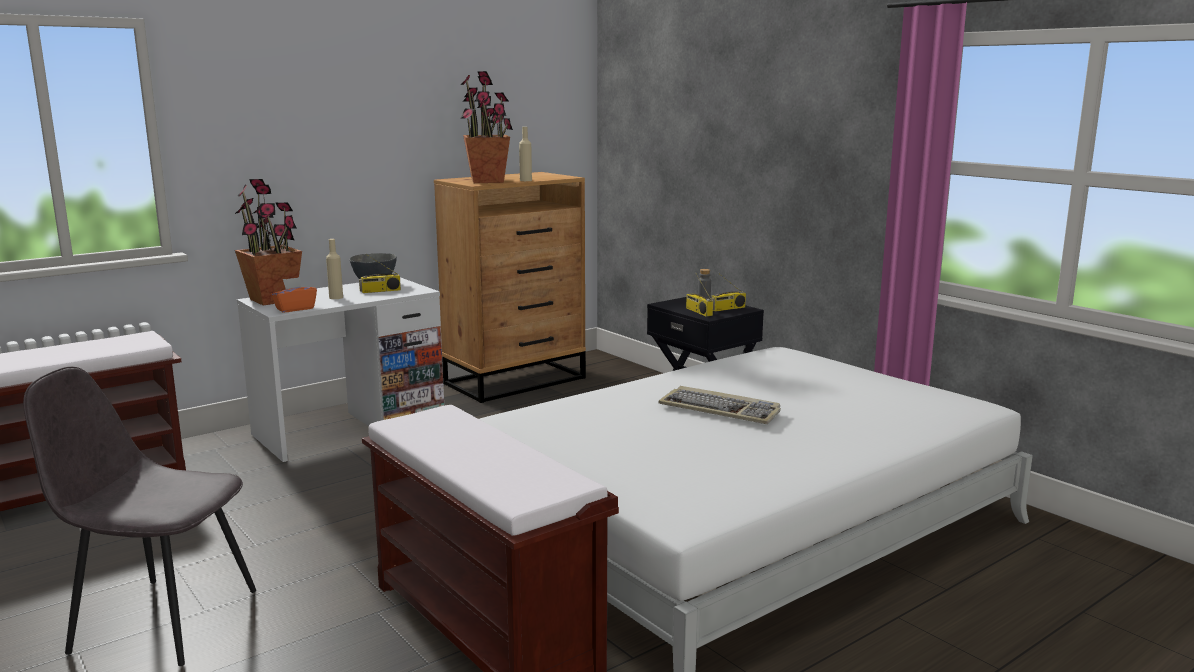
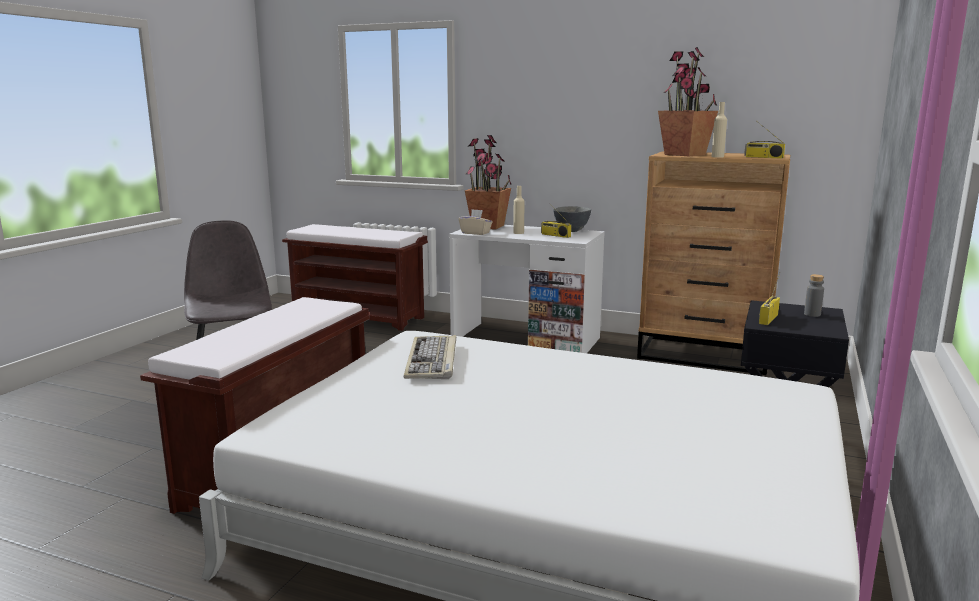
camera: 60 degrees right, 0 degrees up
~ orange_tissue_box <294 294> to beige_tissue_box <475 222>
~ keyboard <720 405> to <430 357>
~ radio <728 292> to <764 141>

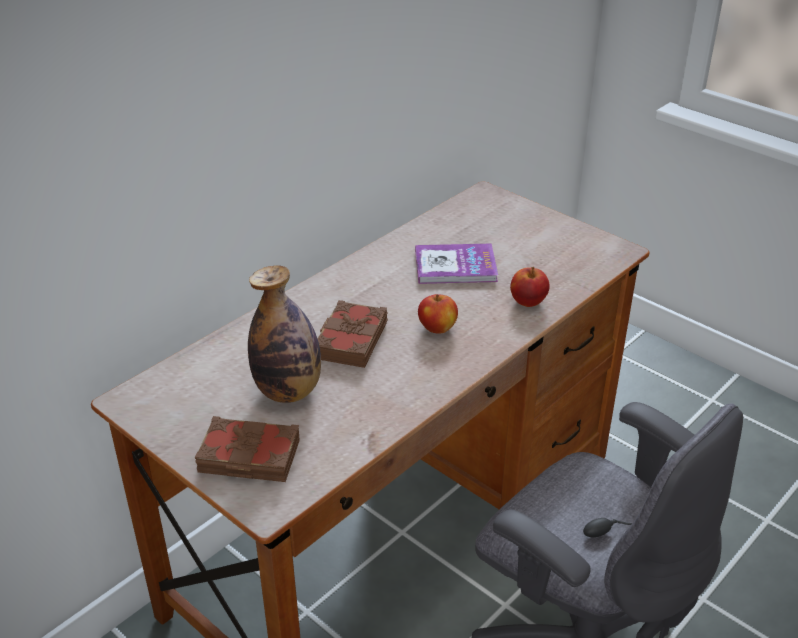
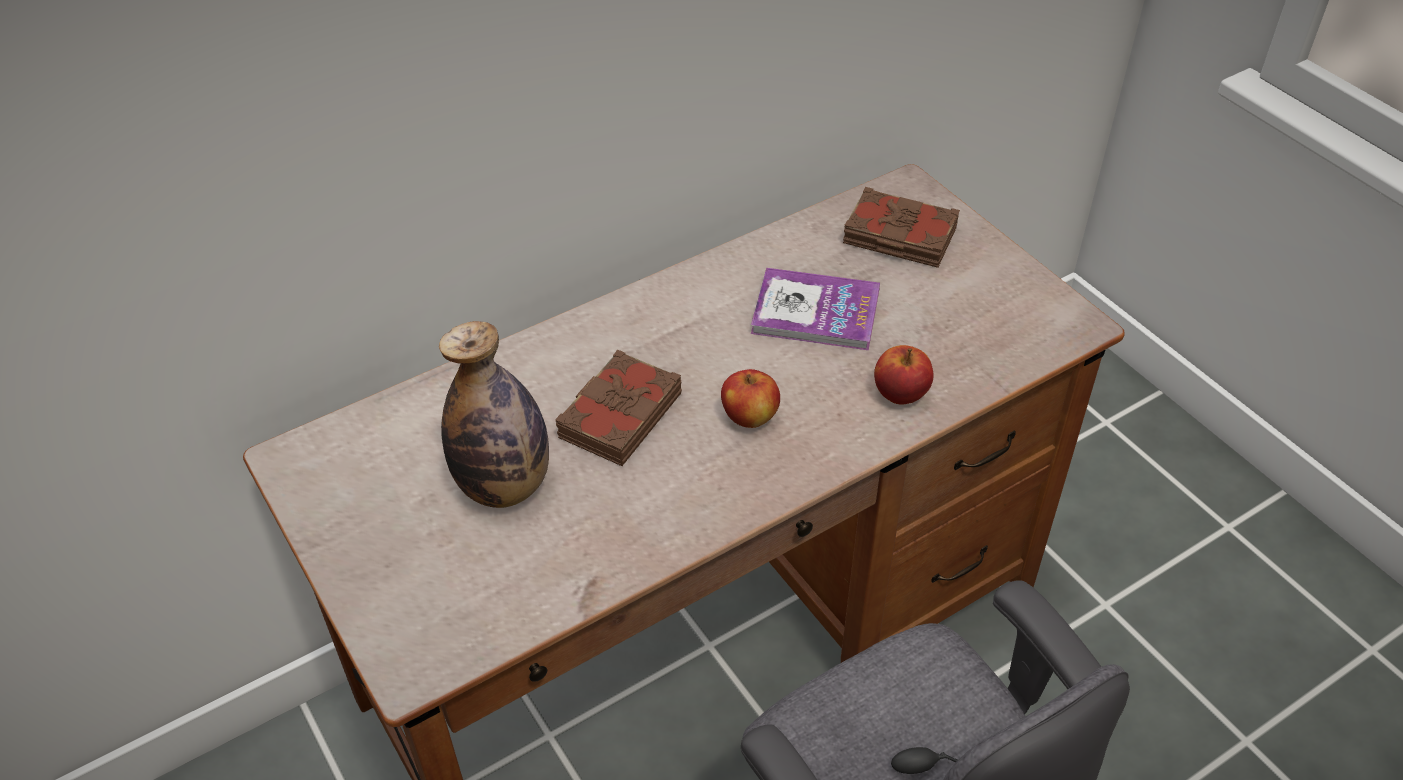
camera: 15 degrees right, 10 degrees up
~ brown_book <247 449> to <901 227>

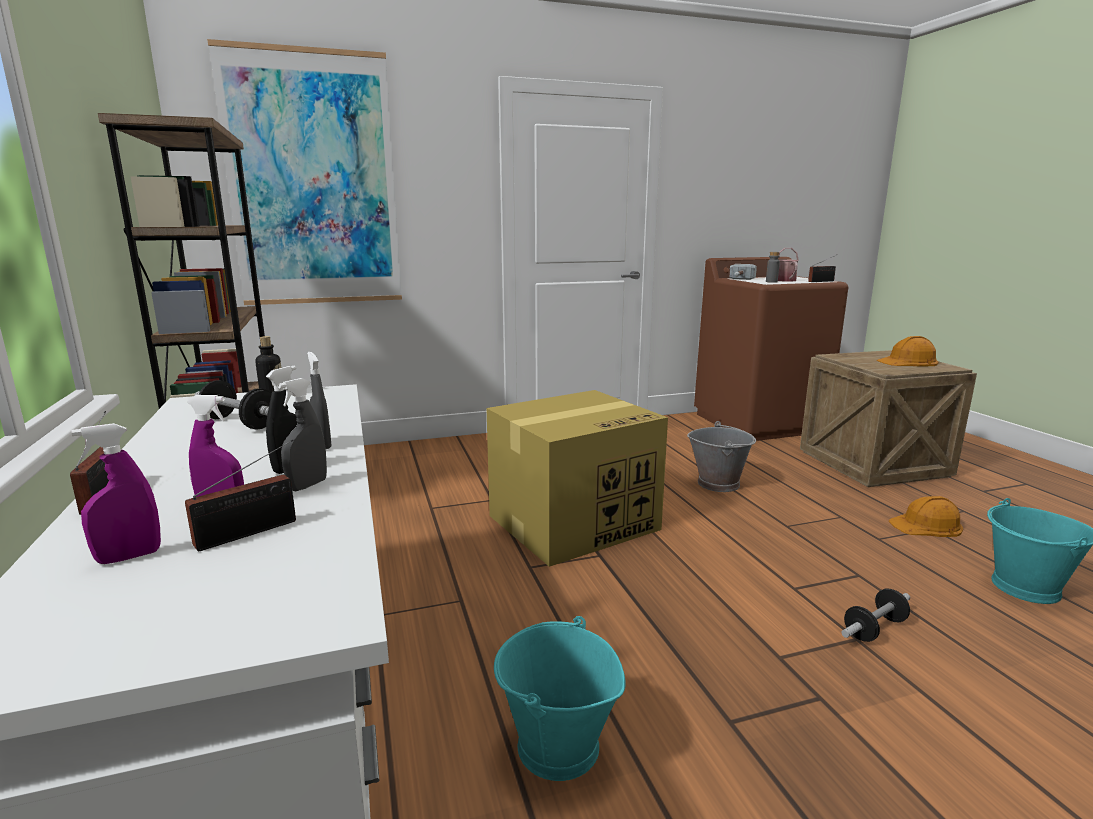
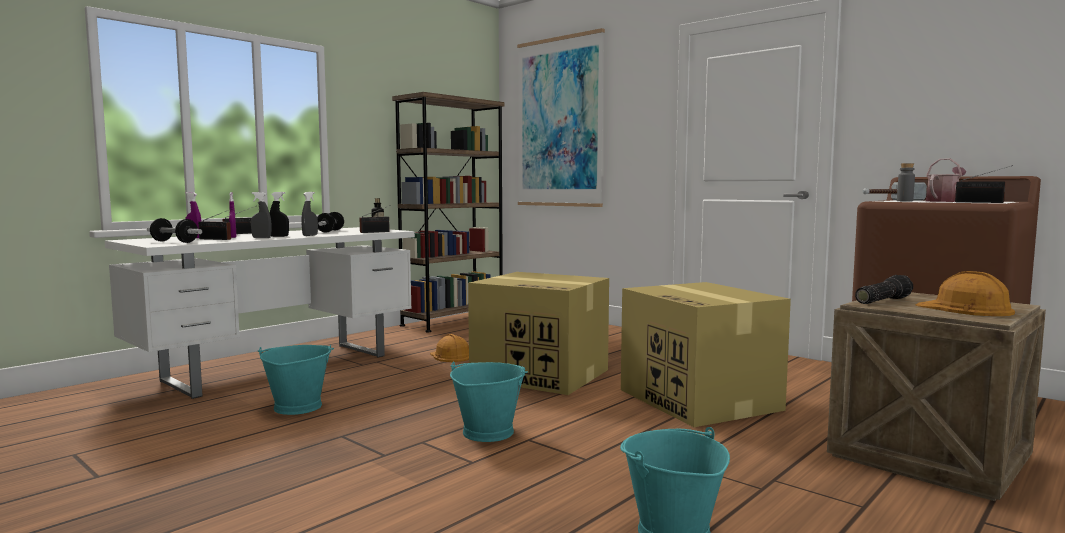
camera: 60 degrees right, 10 degrees down
~ grey_bucket <721 456> to cardboard_box <706 354>
~ dumbbell <875 615> to <174 230>
~ orange_hard_hat <925 516> to <449 348>
+ radio <375 219>
+ turquoise_bucket <489 402>
+ flashlight <884 289>

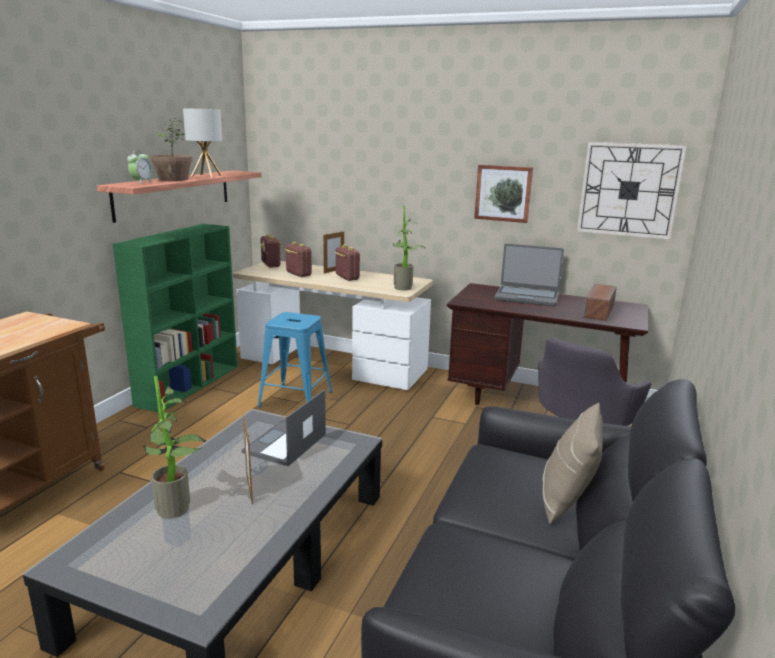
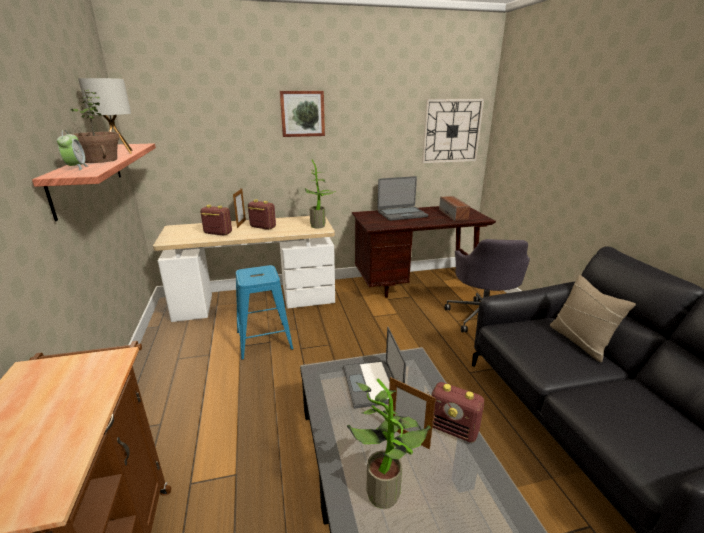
camera: 35 degrees left, 5 degrees up
- green_bookcase <175 318>
~ radio <271 251> to <458 412>
~ picture <503 194> to <302 114>

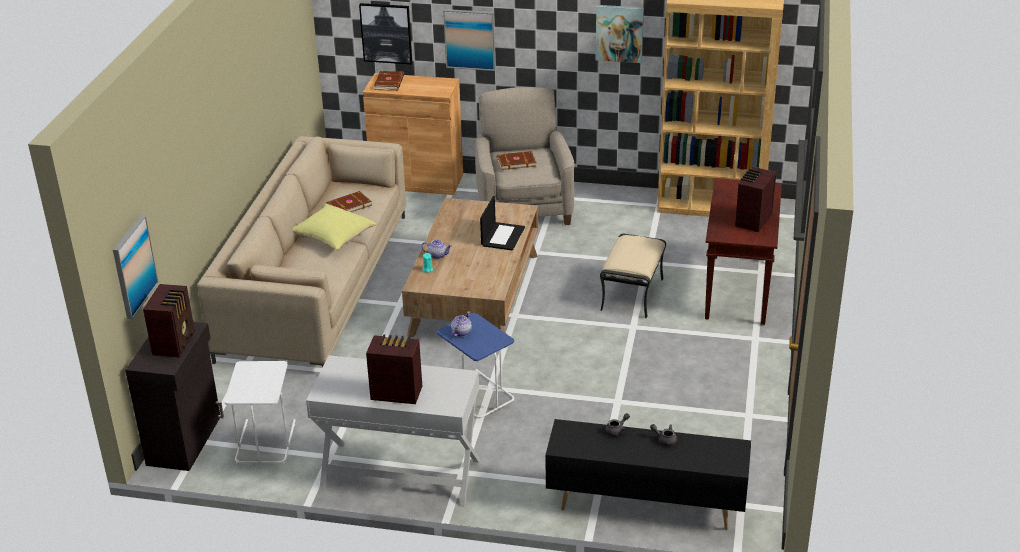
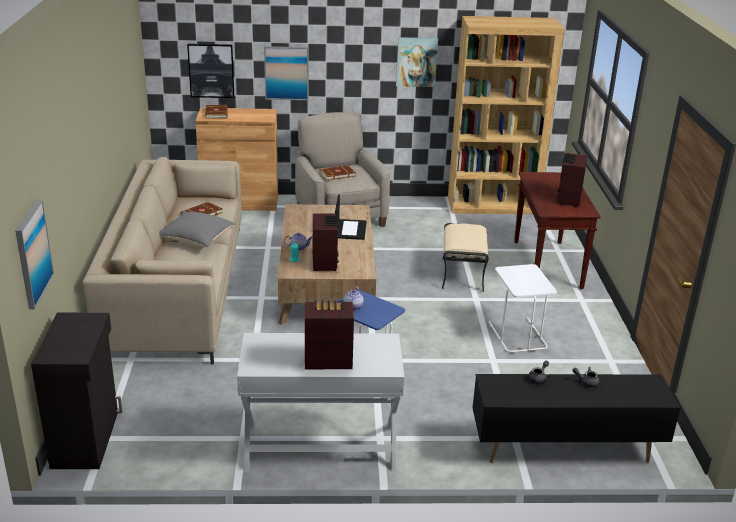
camera: 15 degrees left, 5 degrees down
~ radio <169 321> to <326 242>
~ white_side_table <259 412> to <522 308>
~ yellow_pillow <334 227> to grey_pillow <197 229>

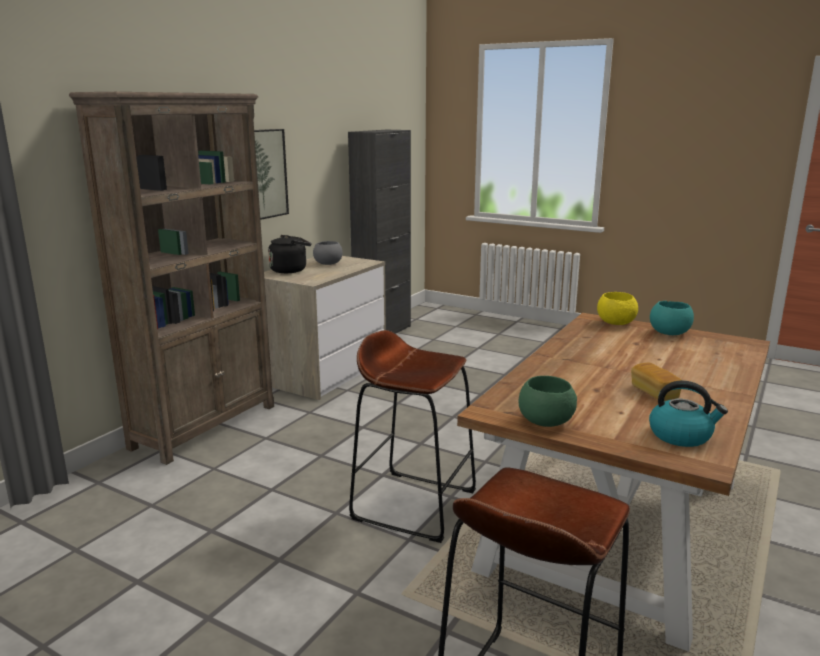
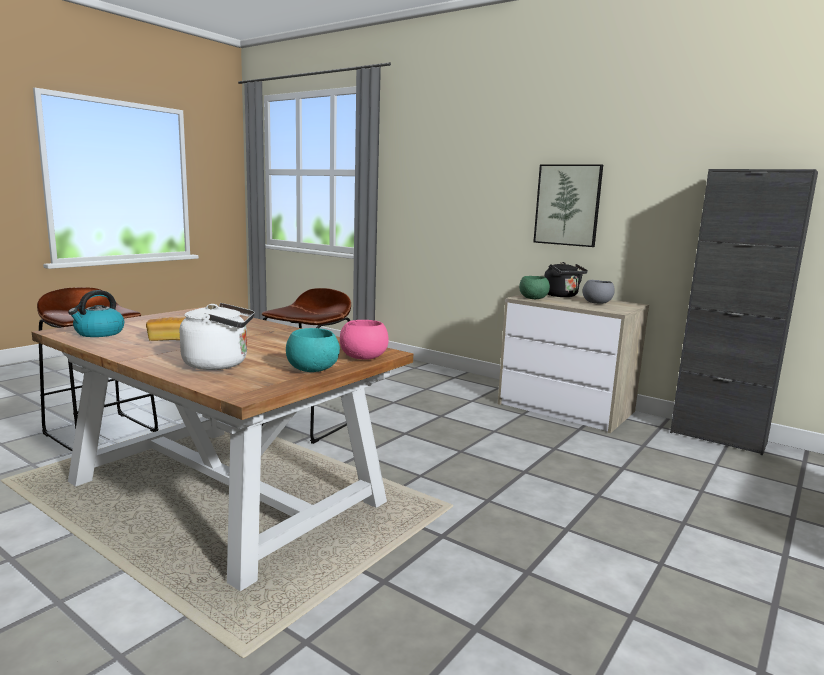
camera: 95 degrees right, 5 degrees down
- brown_bookcase <171 278>
~ green_bowl <548 401> to <534 287>
~ yellow_bowl <617 308> to pink_bowl <364 340>
+ white_kettle <217 336>

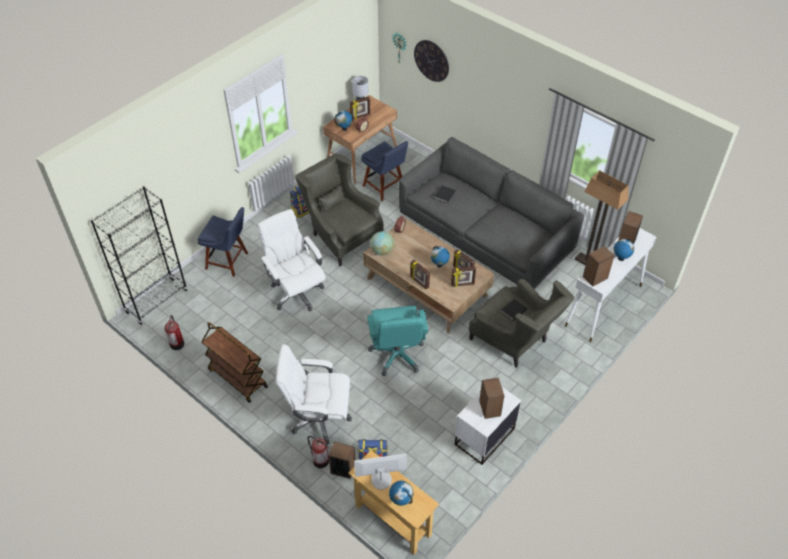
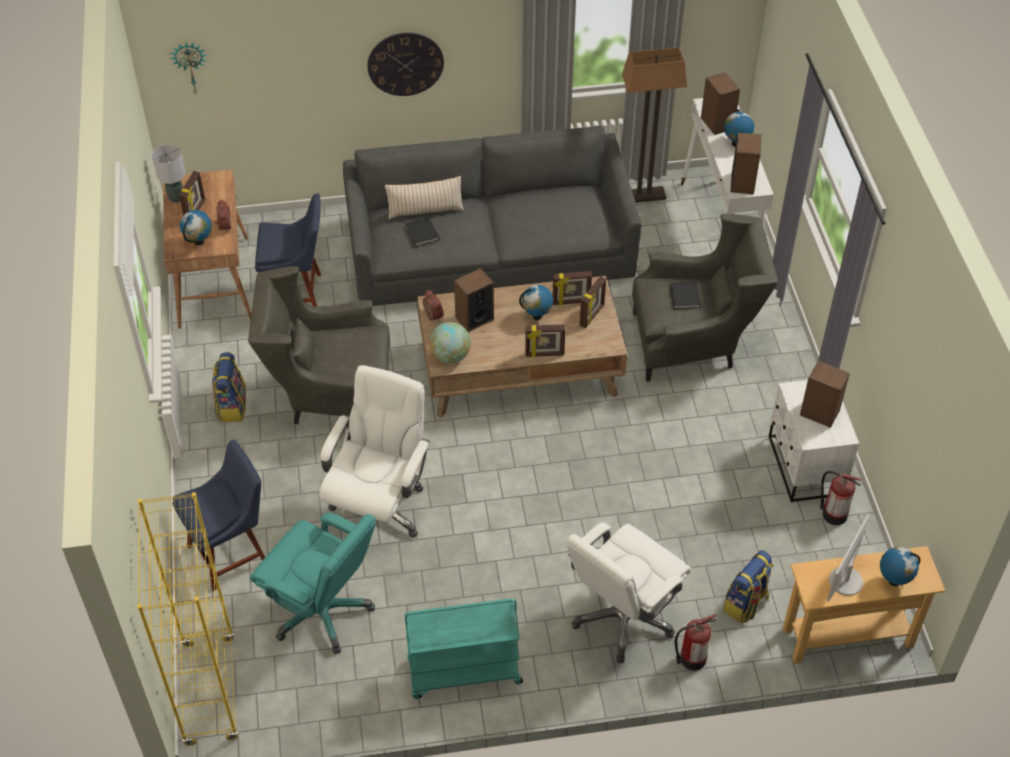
camera: 50 degrees left, 0 degrees up
~ black_bookcase <139 255> to yellow_bookcase <188 619>
~ fire_extinguisher <174 332> to <840 498>
~ brown_cart <234 362> to turquoise_cart <463 648>
~ white_office_chair <292 260> = <375 451> 105 degrees clockwise
~ speaker <342 460> to <474 300>
~ turquoise_office_chair <398 341> to <313 583>
~ wall_clock <431 61> to <405 64>
+ beige_pillow <424 197>

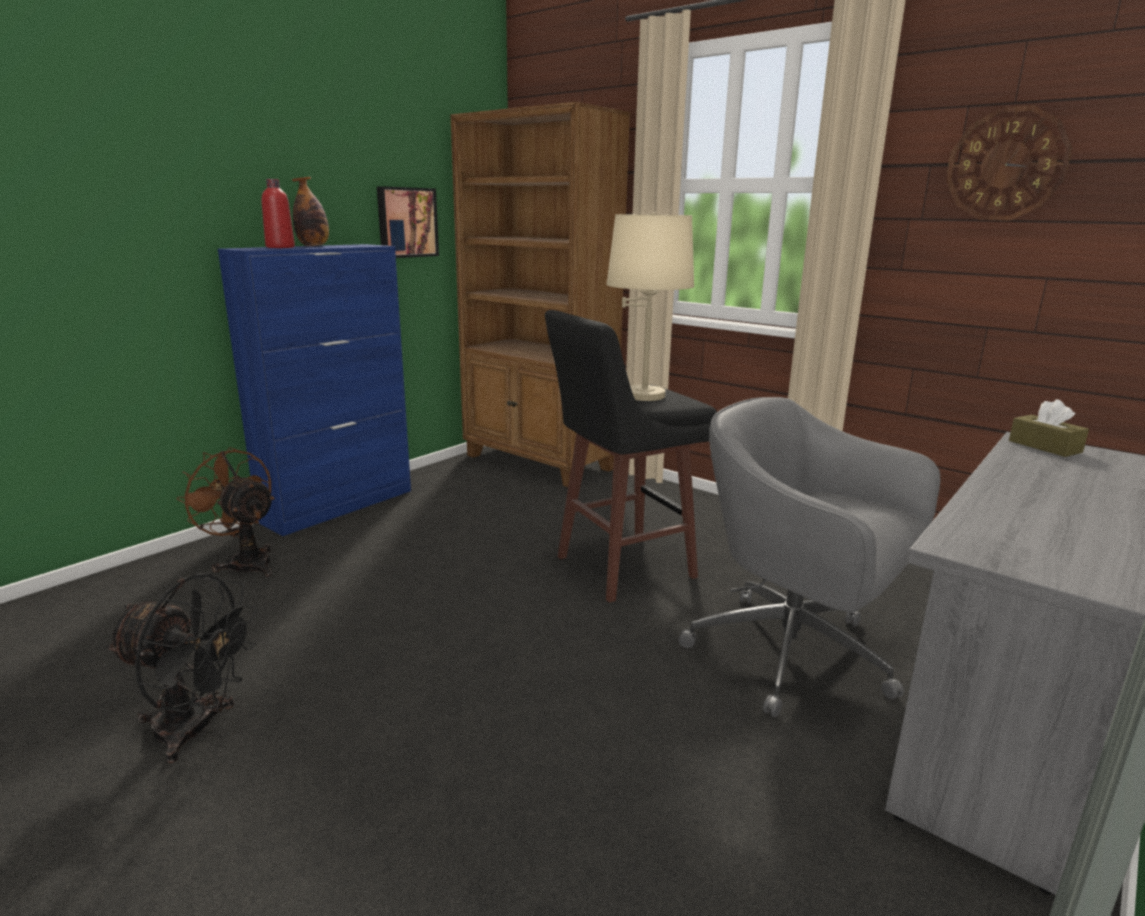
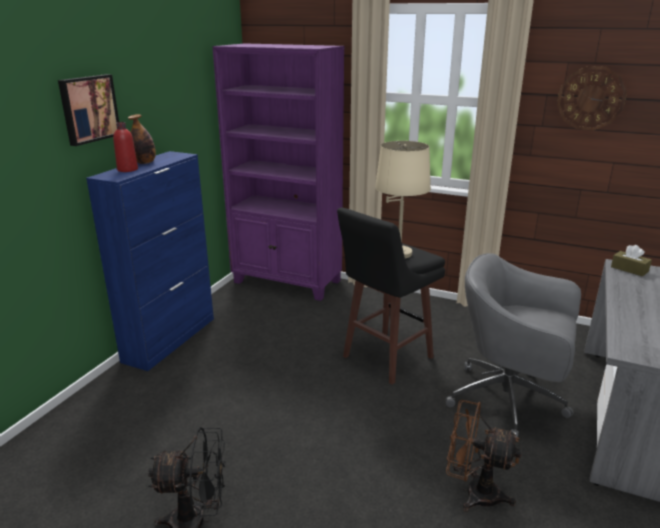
camera: 15 degrees left, 5 degrees up
~ brown_fan <225 512> to <484 456>
~ picture <408 222> to <88 110>
~ brown_bookcase <540 294> to purple_bookcase <278 172>

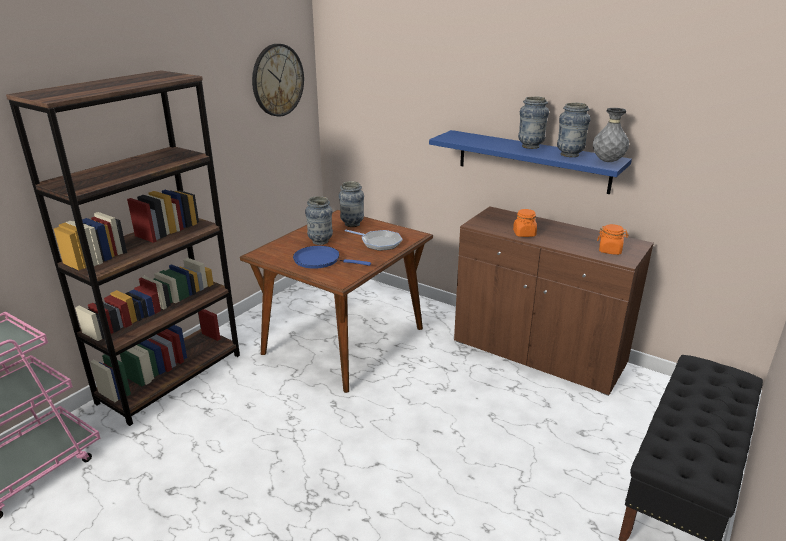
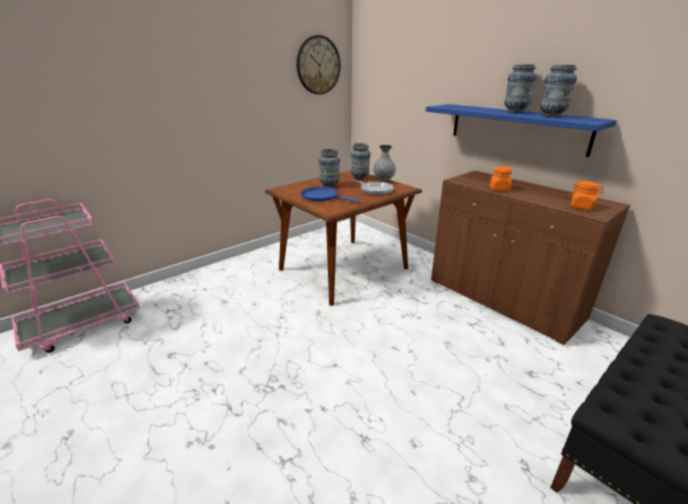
camera: 15 degrees right, 0 degrees up
- brown_bookcase <123 248>
~ grey_vase <611 135> to <384 163>

